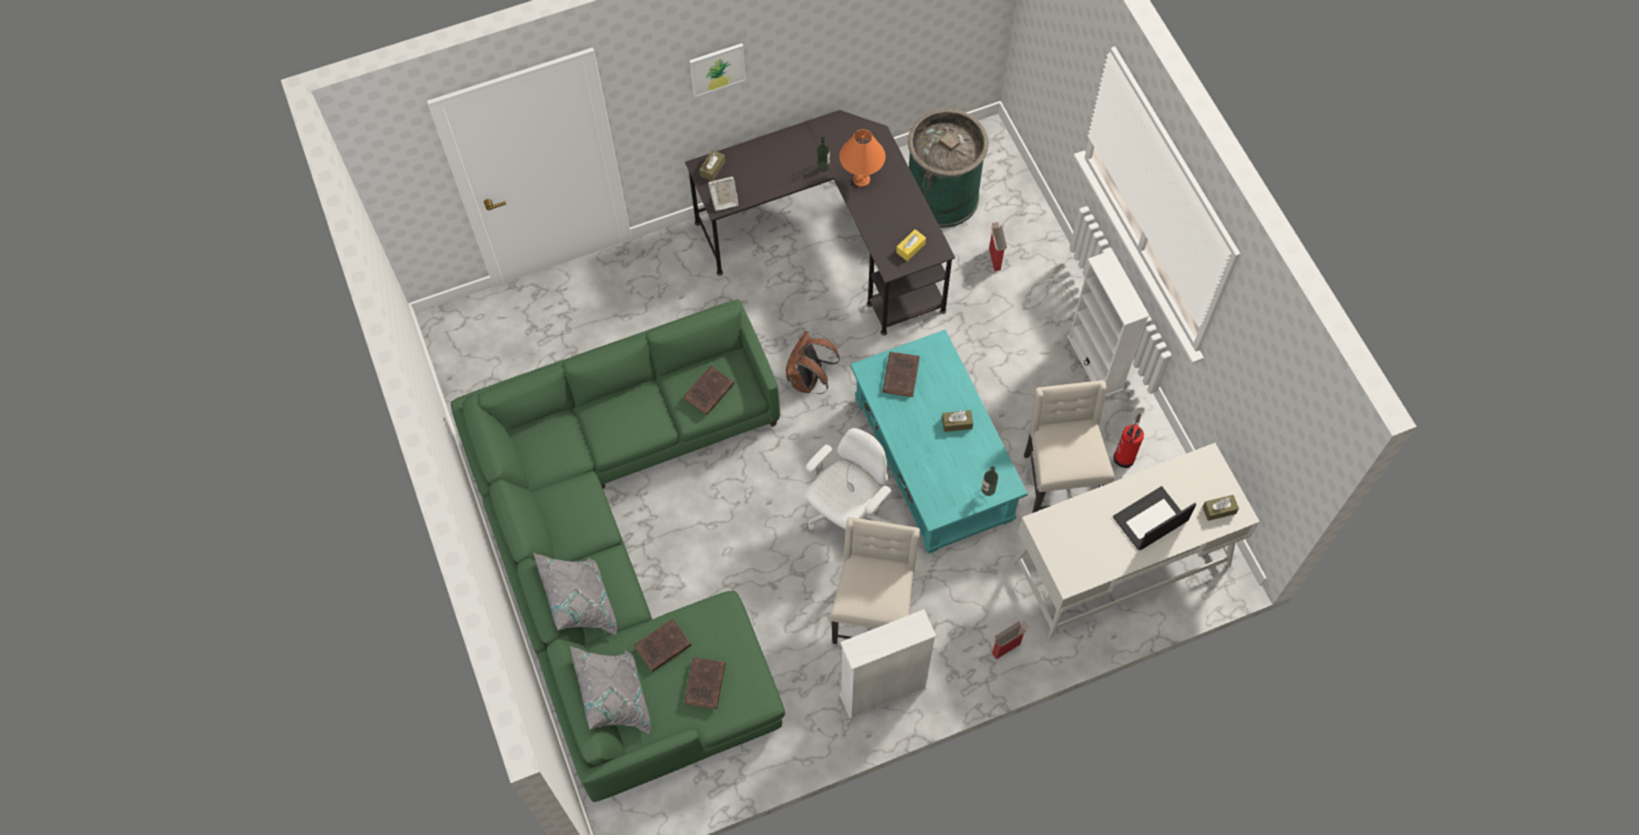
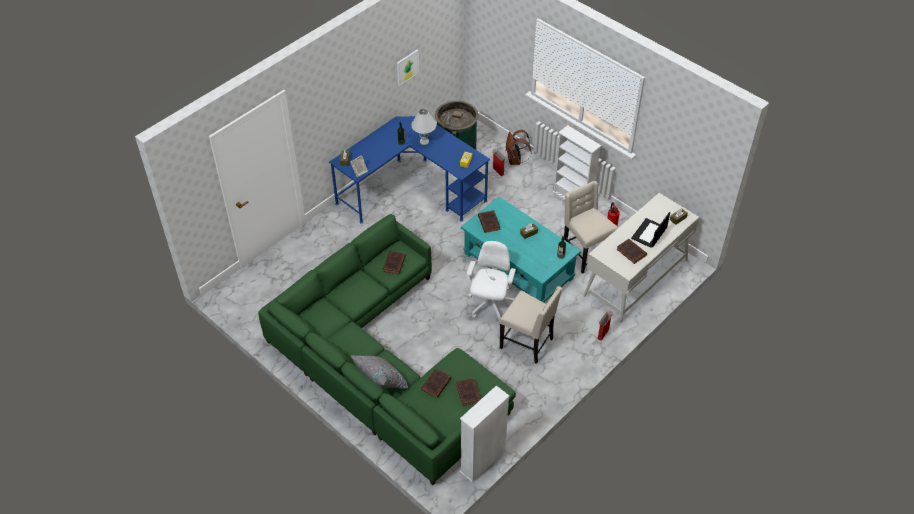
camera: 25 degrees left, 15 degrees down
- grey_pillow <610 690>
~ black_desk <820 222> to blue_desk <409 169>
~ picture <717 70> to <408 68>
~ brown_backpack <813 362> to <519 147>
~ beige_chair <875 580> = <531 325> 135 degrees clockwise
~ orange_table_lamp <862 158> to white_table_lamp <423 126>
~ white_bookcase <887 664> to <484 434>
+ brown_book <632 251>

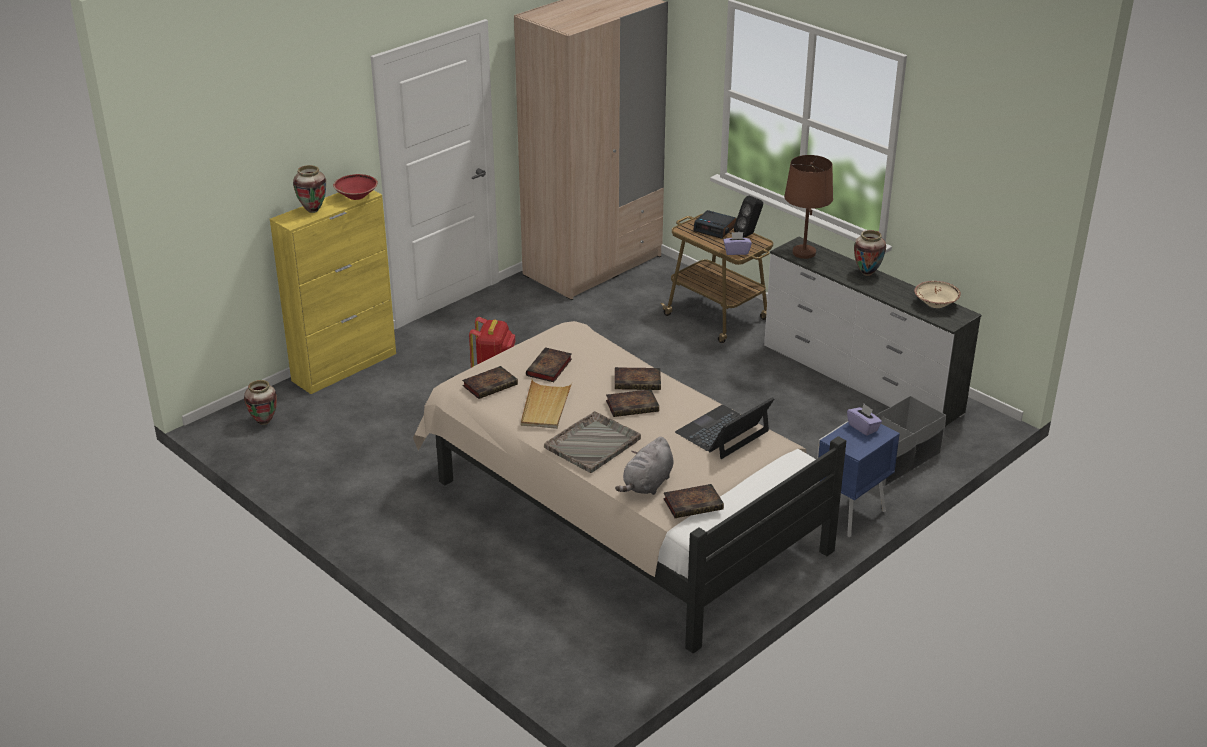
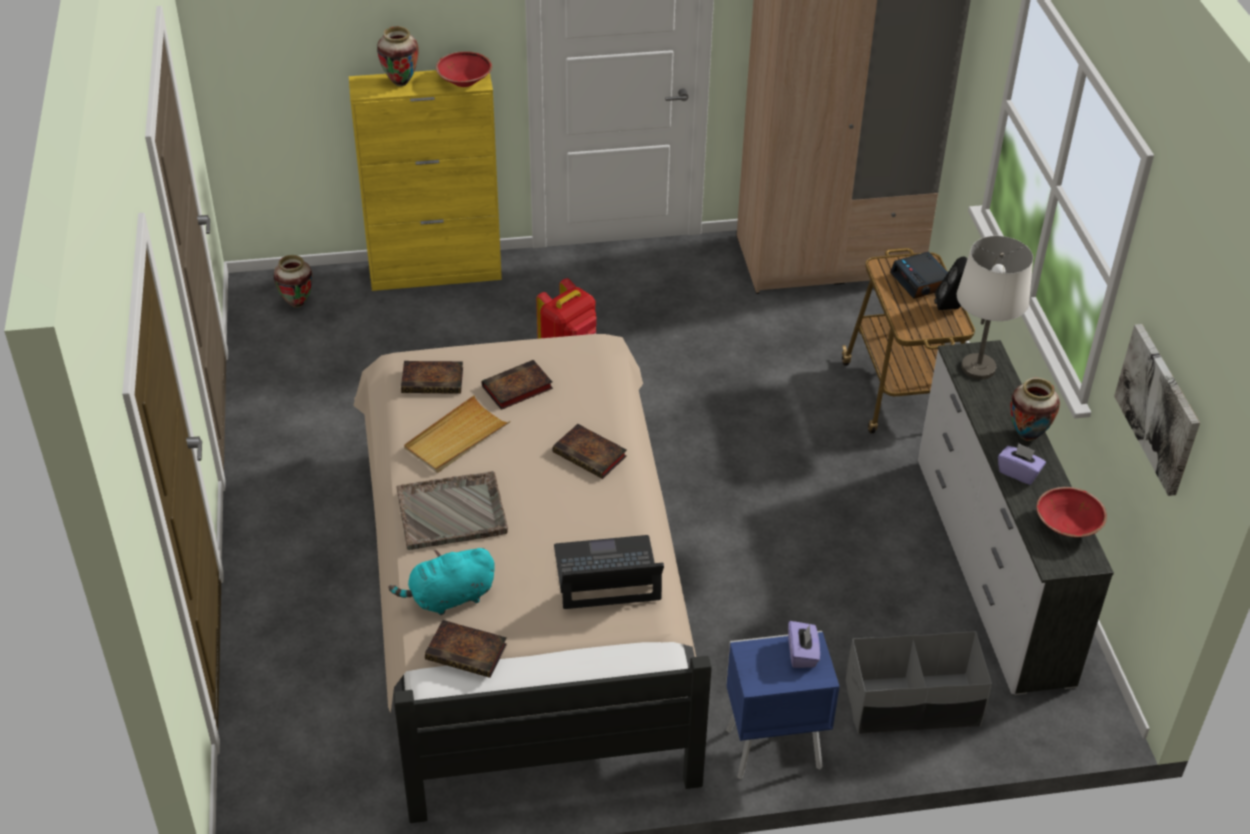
camera: 35 degrees right, 10 degrees up
- book <632 403>
~ grey_plush_toy <644 466> to turquoise_plush_toy <442 581>
~ purple_tissue_box <737 243> to <1022 464>
~ brown_table_lamp <808 207> to white_table_lamp <995 307>
~ beige_bowl <937 294> to red_bowl <1072 512>
+ picture <1157 410>

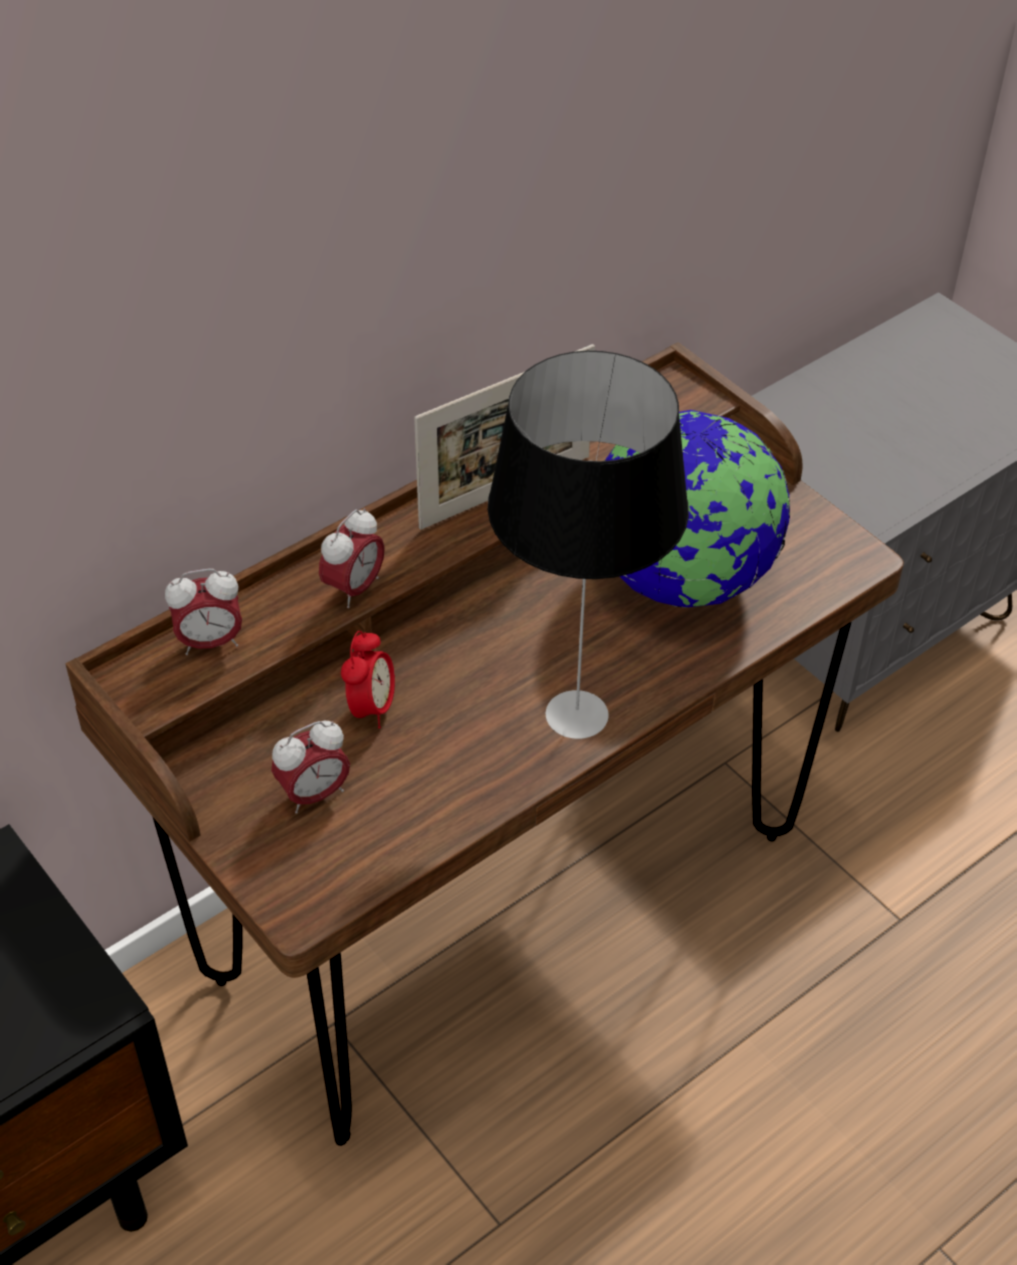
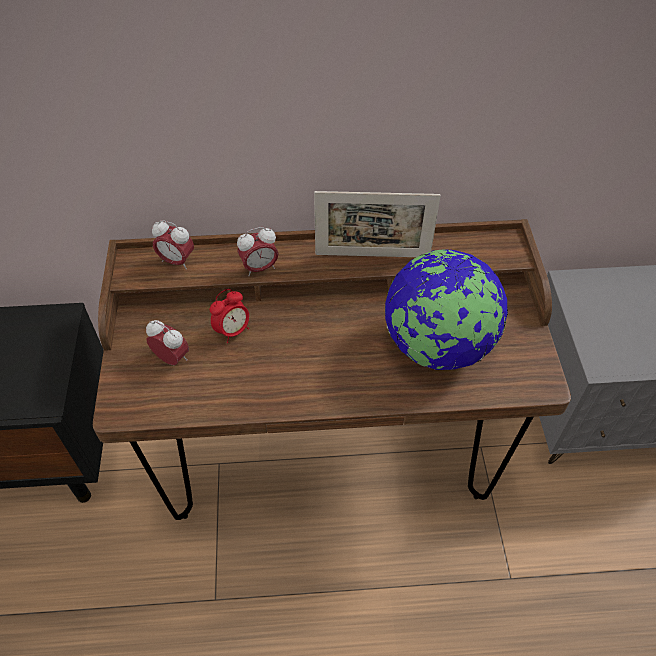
camera: 35 degrees right, 5 degrees up
~ alarm_clock <310 767> = <167 342> 150 degrees counterclockwise
- table_lamp <588 545>

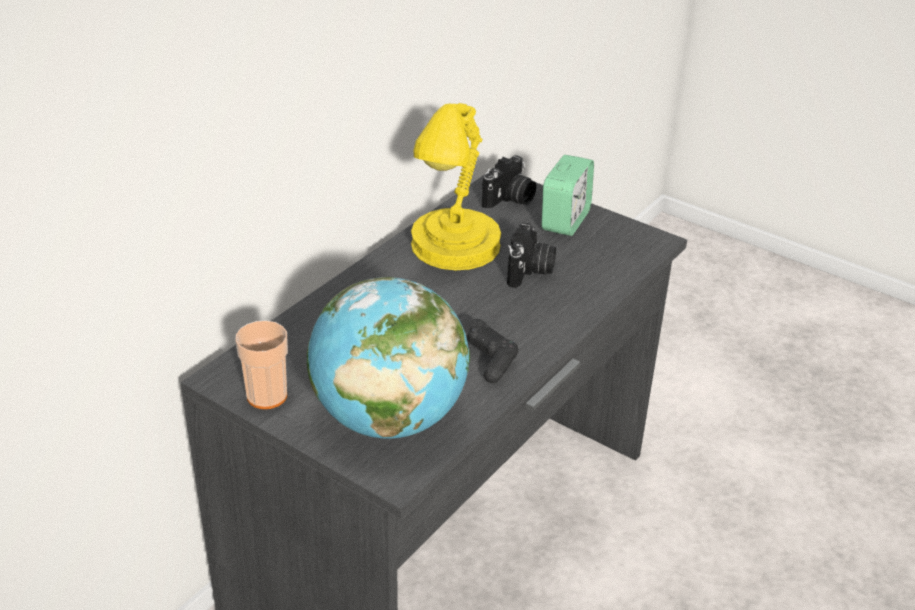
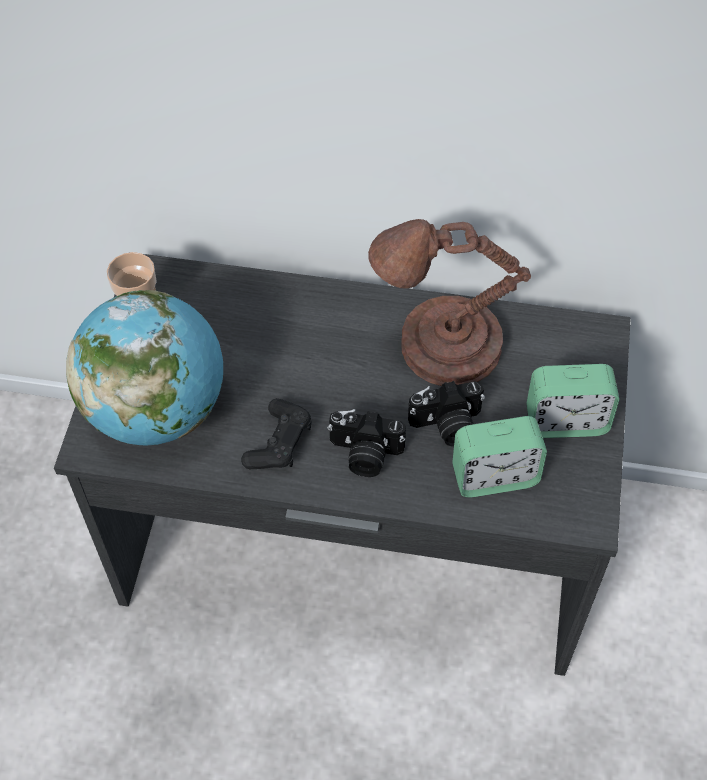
camera: 65 degrees right, 20 degrees up
~ yellow_table_lamp <456 186> to brown_table_lamp <449 302>
~ photo_camera <509 182> to <366 443>
+ alarm_clock <499 457>

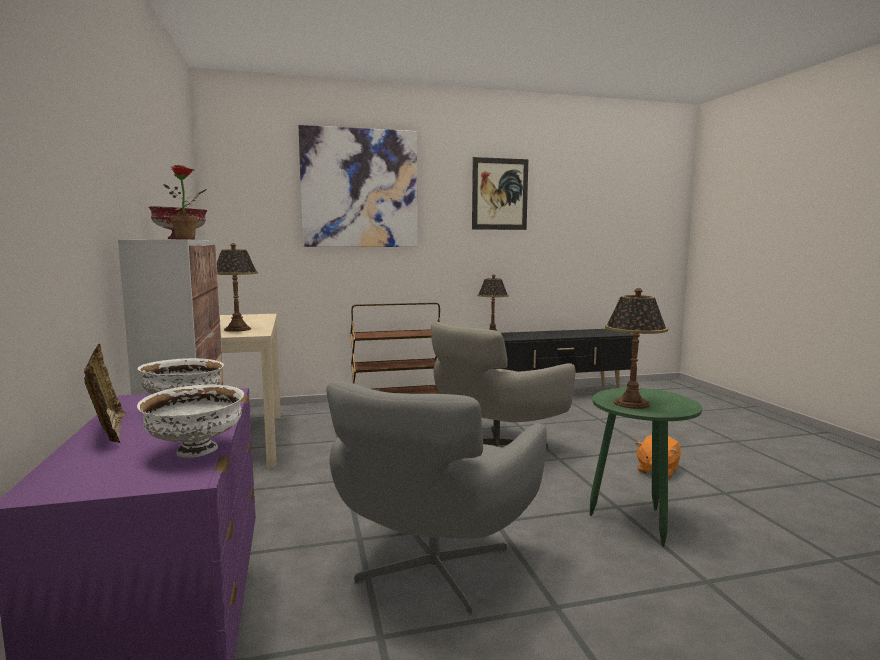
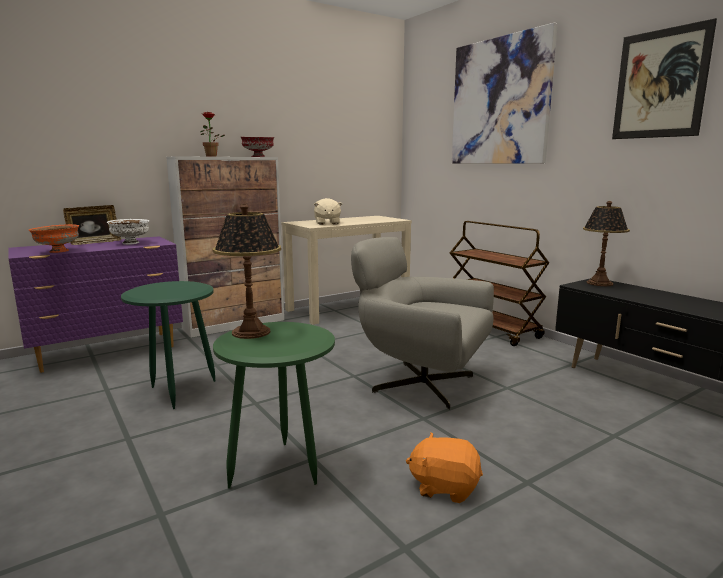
camera: 70 degrees right, 5 degrees up
~ white_bowl <190 421> to orange_bowl <54 238>
~ table_lamp <237 287> to beige_plush_toy <328 211>
~ grey_armchair <436 498> to green_side_table <168 345>

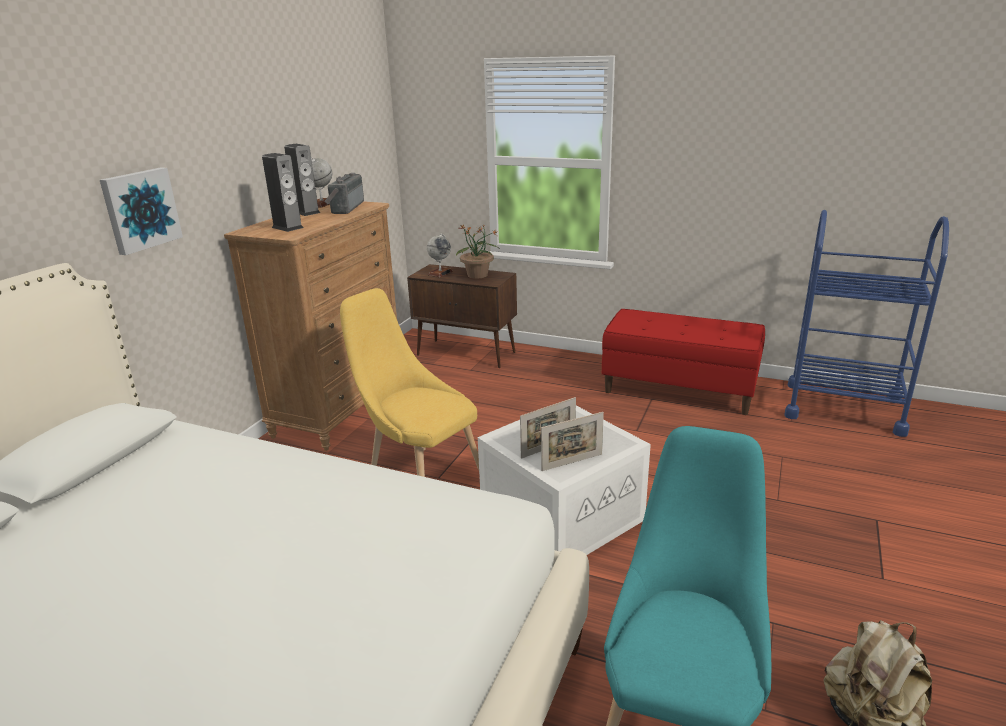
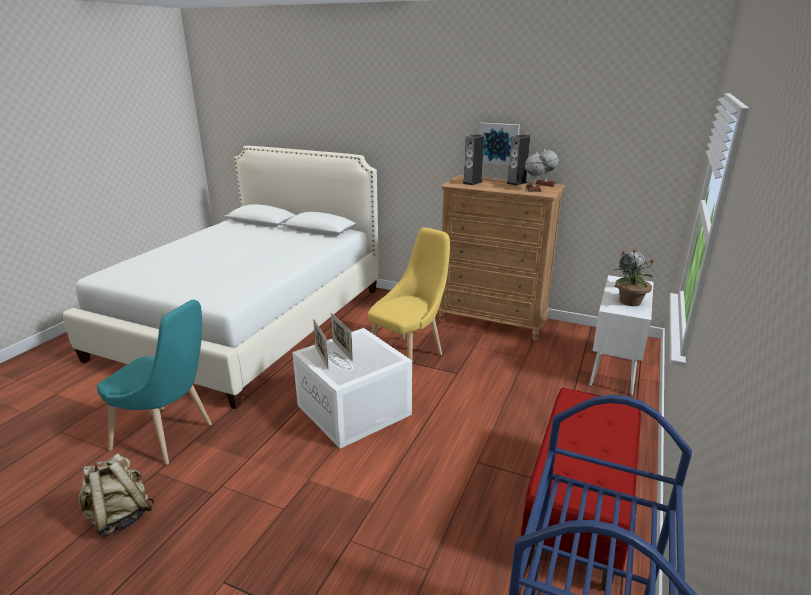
camera: 90 degrees right, 0 degrees up
~ picture <141 211> to <499 144>
~ radio <344 193> to globe <536 172>
~ brown_cabinet <462 316> to white_cabinet <621 335>

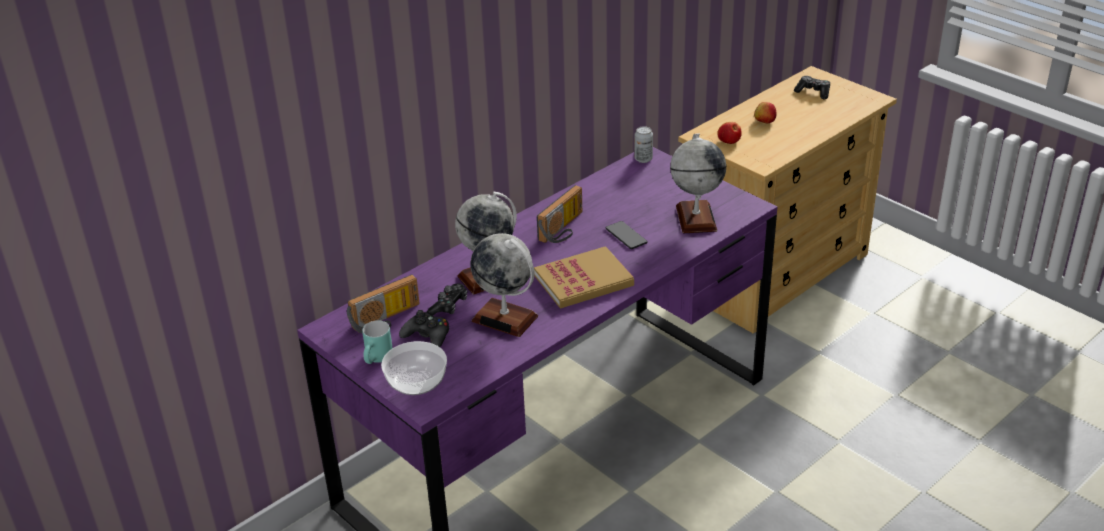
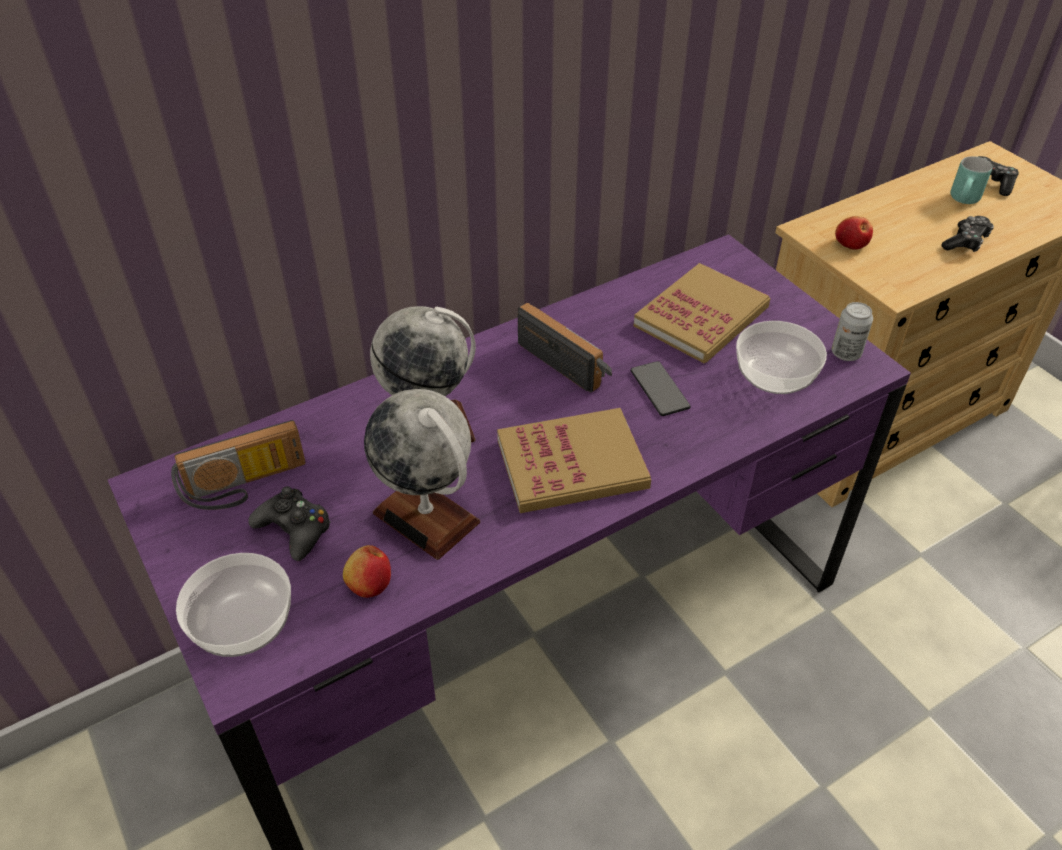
camera: 10 degrees right, 10 degrees up
~ turquoise_mug <377 342> to <972 180>
~ game_controller <447 299> to <967 234>
~ radio <559 214> = <565 347> 90 degrees counterclockwise
~ can <643 144> to <852 331>
~ globe <698 183> to bowl <781 357>
~ apple <765 112> to <367 571>
+ book <702 313>

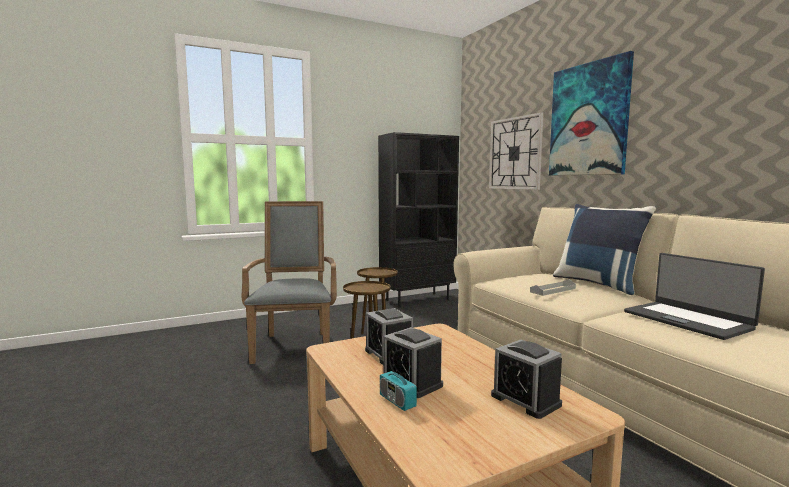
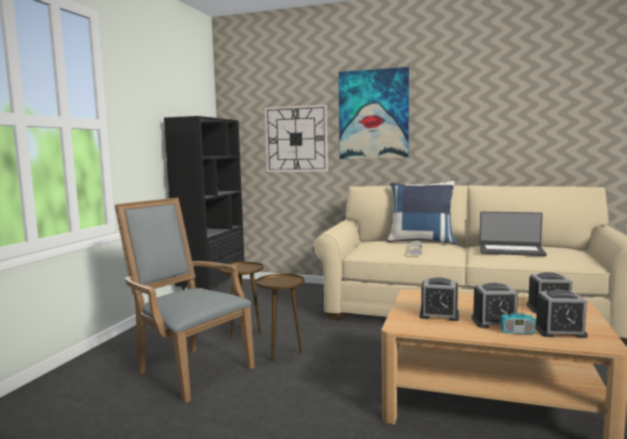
camera: 45 degrees left, 0 degrees up
+ alarm_clock <561 314>

